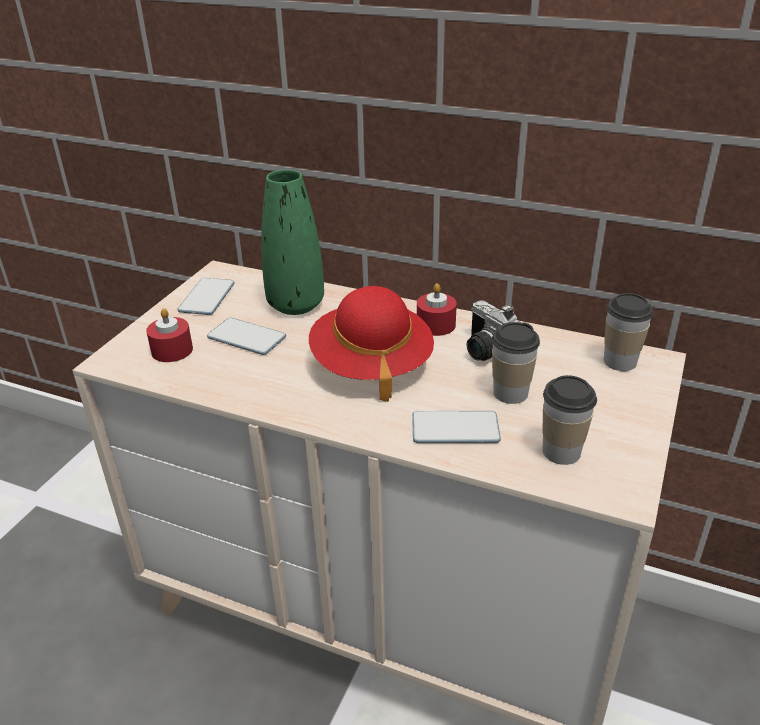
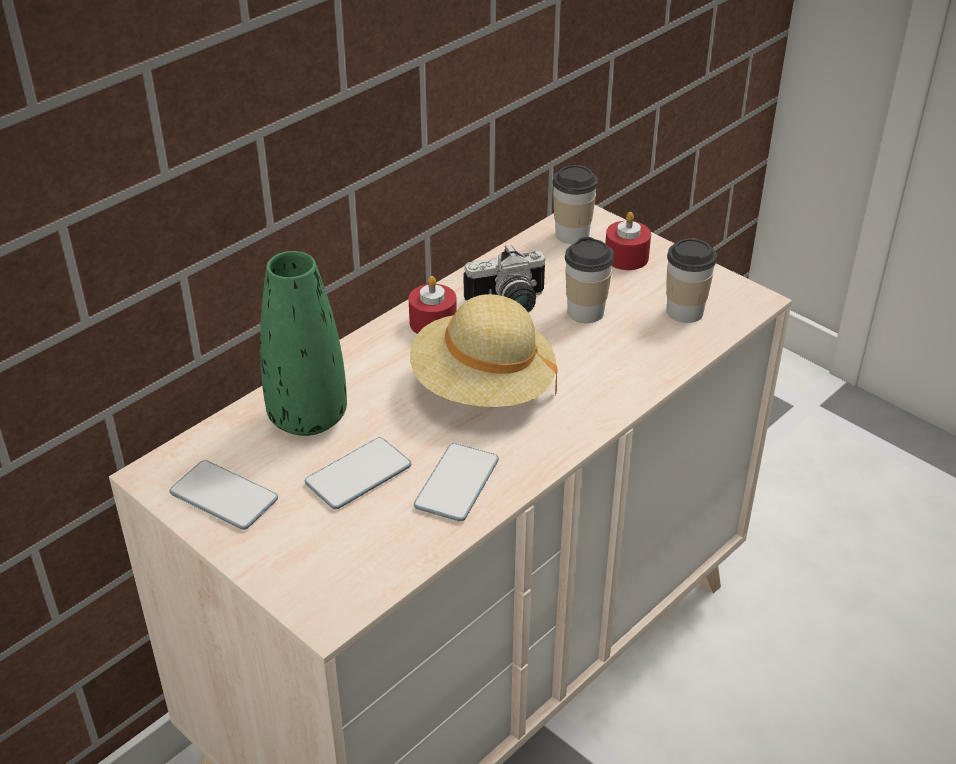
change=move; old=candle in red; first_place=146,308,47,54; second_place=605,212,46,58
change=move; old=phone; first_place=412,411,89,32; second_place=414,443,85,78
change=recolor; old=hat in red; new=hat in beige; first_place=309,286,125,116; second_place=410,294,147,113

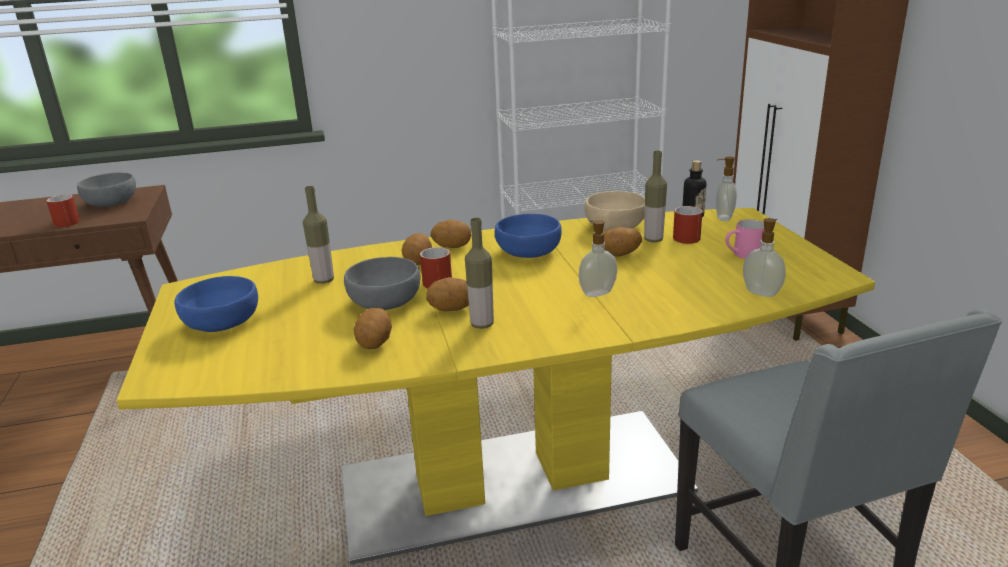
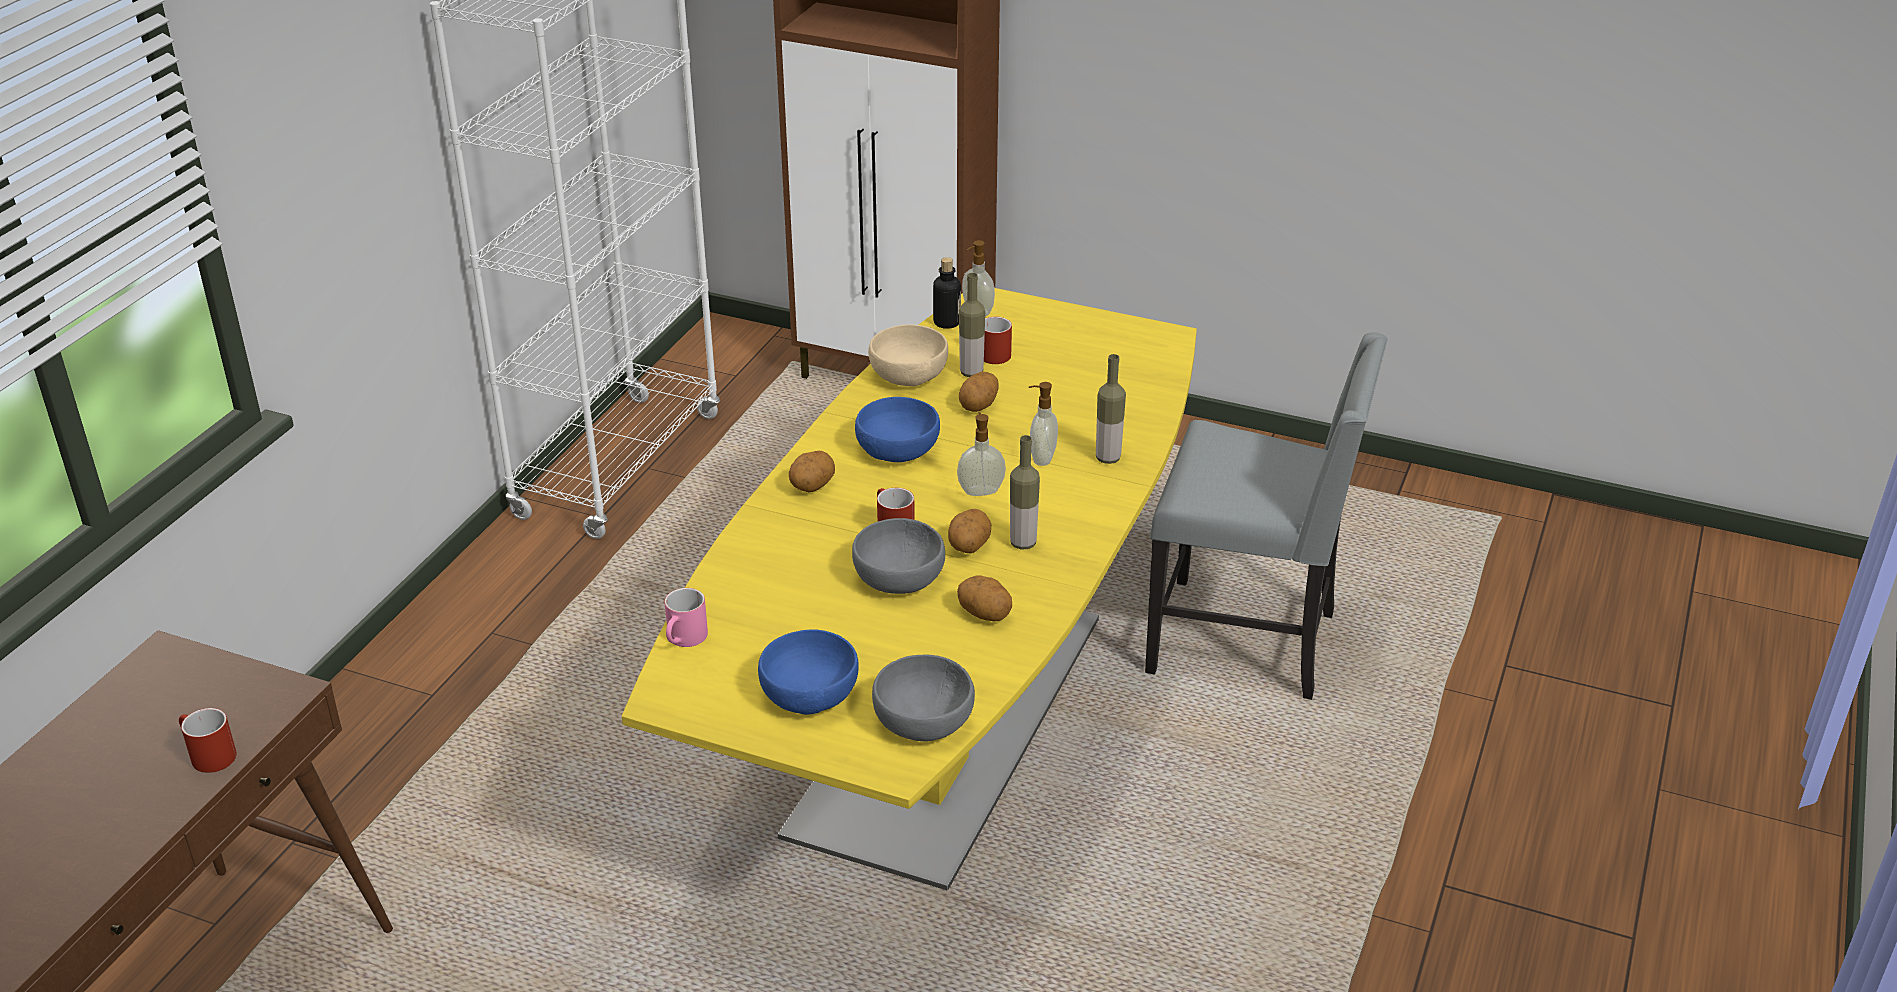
change=delete; old=potato; first_place=402,233,30,32
change=move; old=bowl in grey; first_place=77,173,59,34; second_place=872,655,103,87
change=move; old=bottle; first_place=303,186,31,98; second_place=1096,354,30,110
change=move; old=mug in pink; first_place=726,219,39,40; second_place=664,588,44,59
change=move; old=soap dispenser; first_place=743,218,43,79; second_place=957,412,49,84

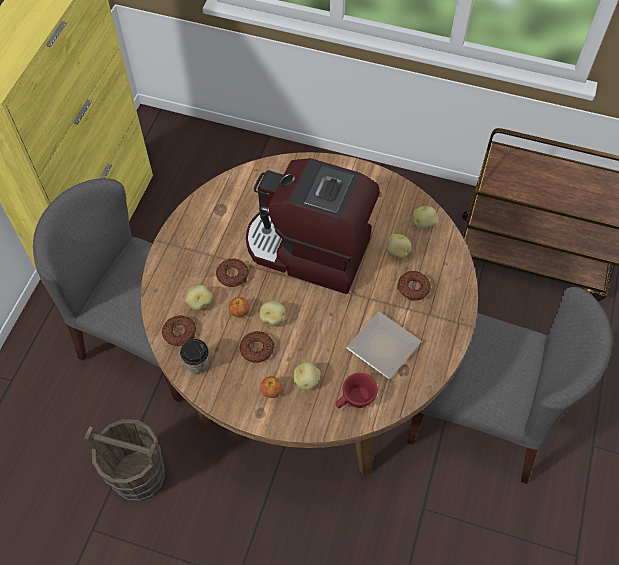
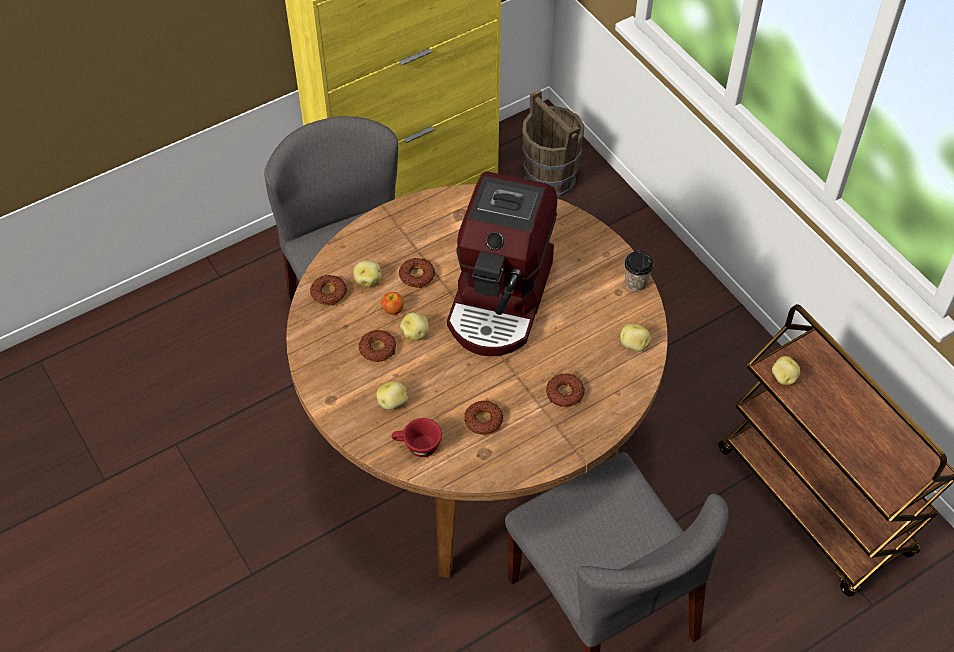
change=delete; old=apple; first_place=260,376,22,22
change=move; old=bucket in brown; first_place=84,419,81,82; second_place=522,90,62,107
change=move; old=cup; first_place=180,339,29,35; second_place=624,251,30,40
change=move; old=potato; first_place=386,234,26,24; second_place=772,356,28,29
change=replace; old=plate; new=donut; first_place=346,311,75,68; second_place=464,401,40,34
change=rotate; old=coffee machine; first_place=246,158,134,136; second_place=447,171,110,185; degrees=-135

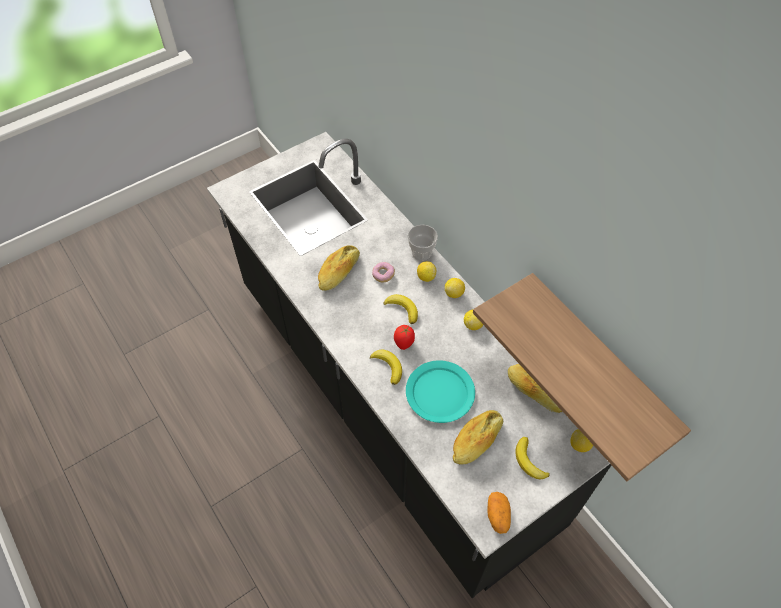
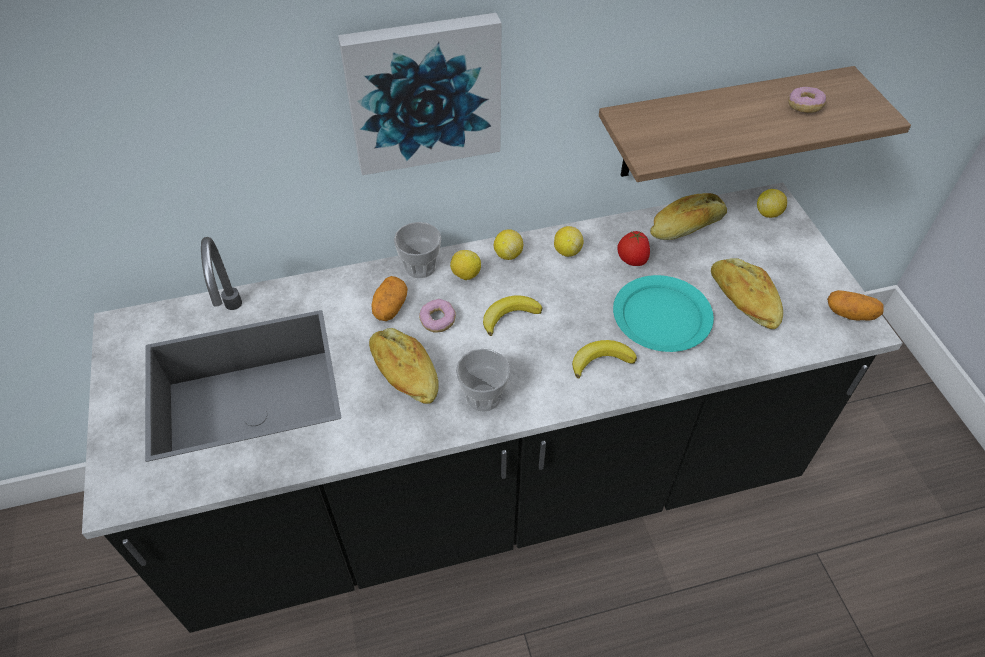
change=delete; old=banana; first_place=515,437,35,43
change=insert; new=picture; second_place=338,13,164,162
change=insert; new=potato; second_place=371,276,37,45
change=insert; new=cup; second_place=456,349,54,63
change=insert; new=donut; second_place=788,87,38,26
change=move; old=tomato; first_place=394,325,21,25; second_place=617,231,33,35

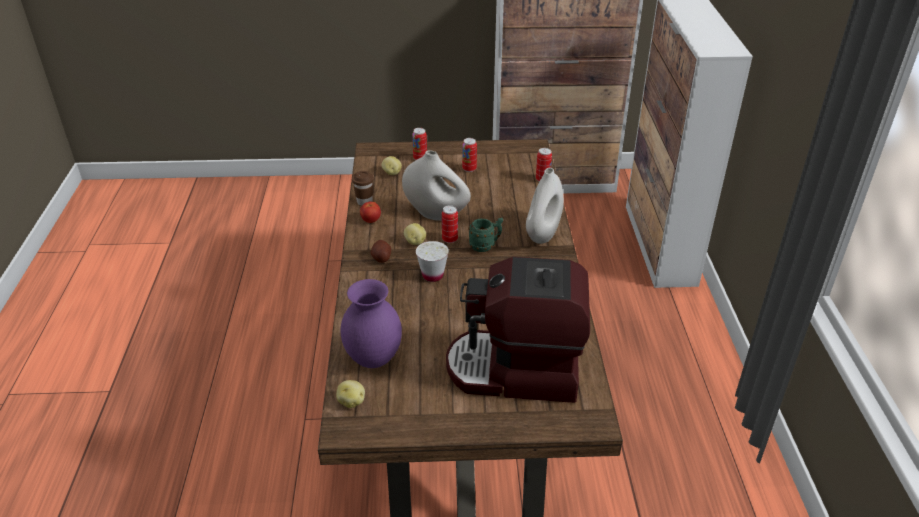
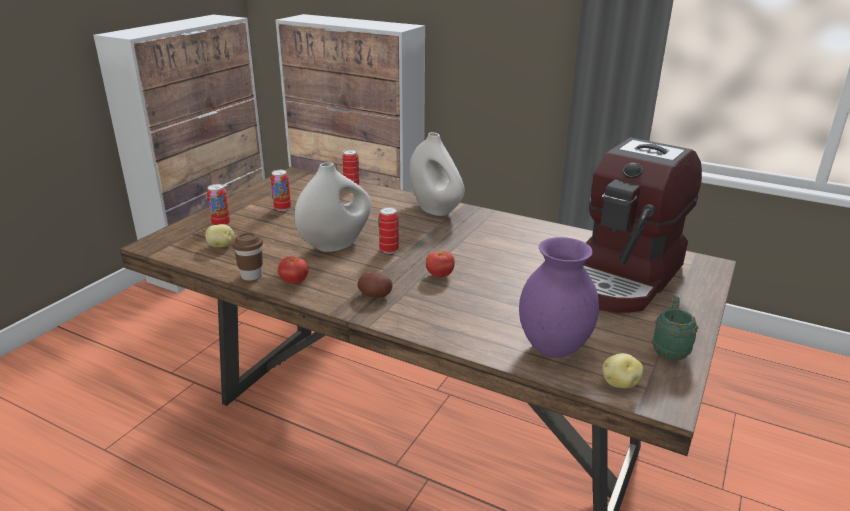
change=delete; old=potato; first_place=404,223,22,22
change=move; old=mug in green; first_place=468,217,35,35; second_place=652,296,46,64
change=replace; old=cup in white; new=tomato; first_place=416,241,33,41; second_place=426,251,29,26

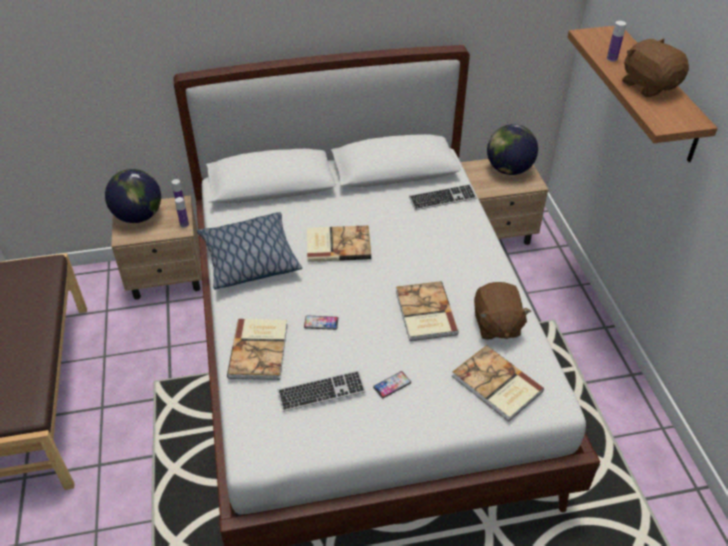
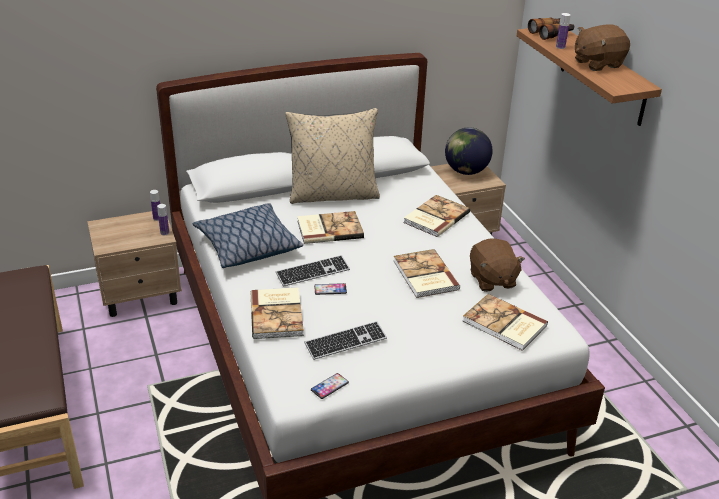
change=delete; old=globe; first_place=105,169,56,54
change=insert; new=pillow in beige; second_place=285,108,95,96
change=insert; new=book; second_place=403,195,67,42
change=insert; new=binoculars; second_place=528,17,46,23
change=move; old=phone; first_place=373,371,38,27; second_place=311,373,38,26
change=move; old=keyboard; first_place=409,184,68,26; second_place=276,255,74,32
change=rotate; old=plush toy in brown; first_place=622,39,67,58; second_place=575,24,55,47; degrees=-75

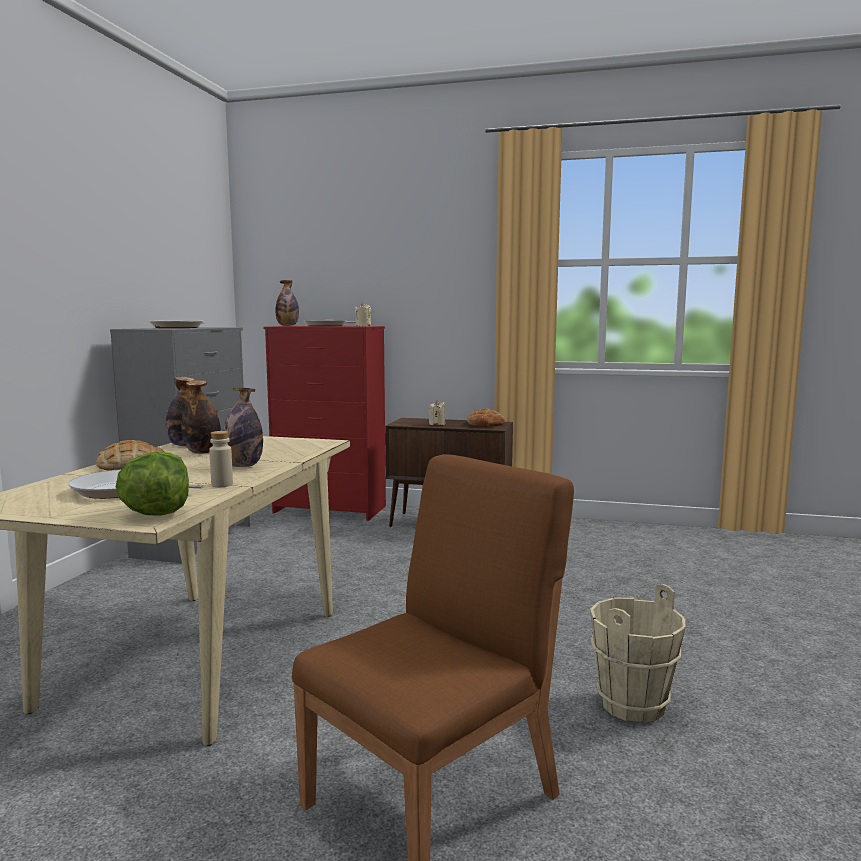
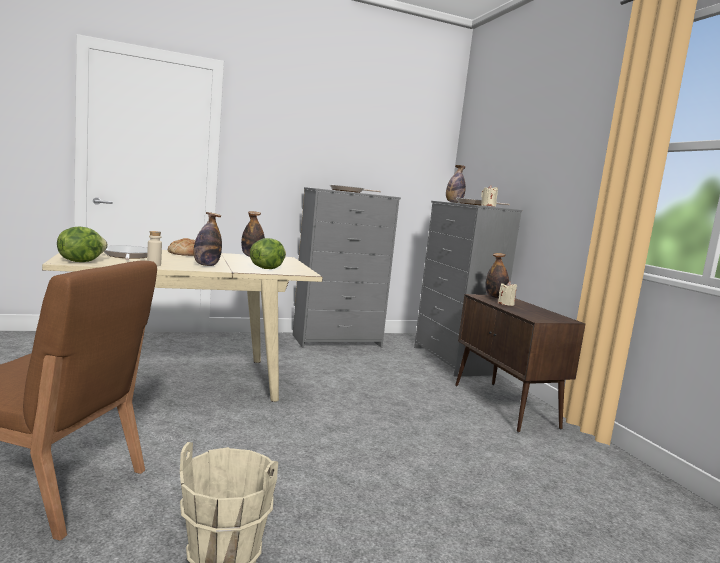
change=delete; old=bread; first_place=467,408,38,19
change=insert; new=lettuce; second_place=250,238,36,31
change=move; old=bottle; first_place=181,380,40,74; second_place=485,253,24,45
change=recolor; old=dresser in red; new=dresser in grey; first_place=263,326,123,195; second_place=414,201,108,176

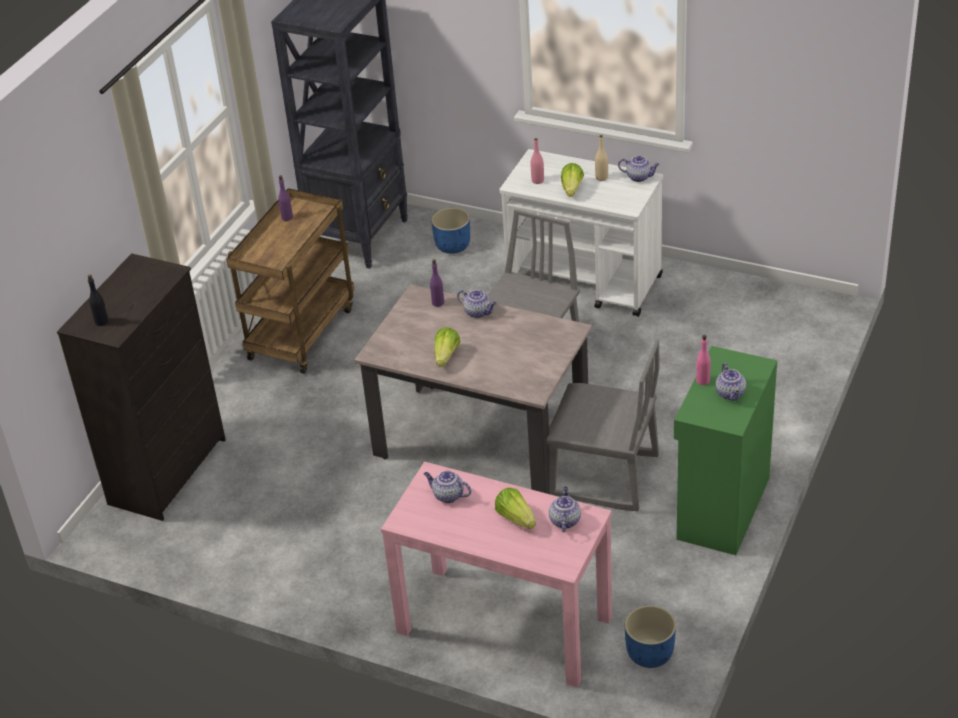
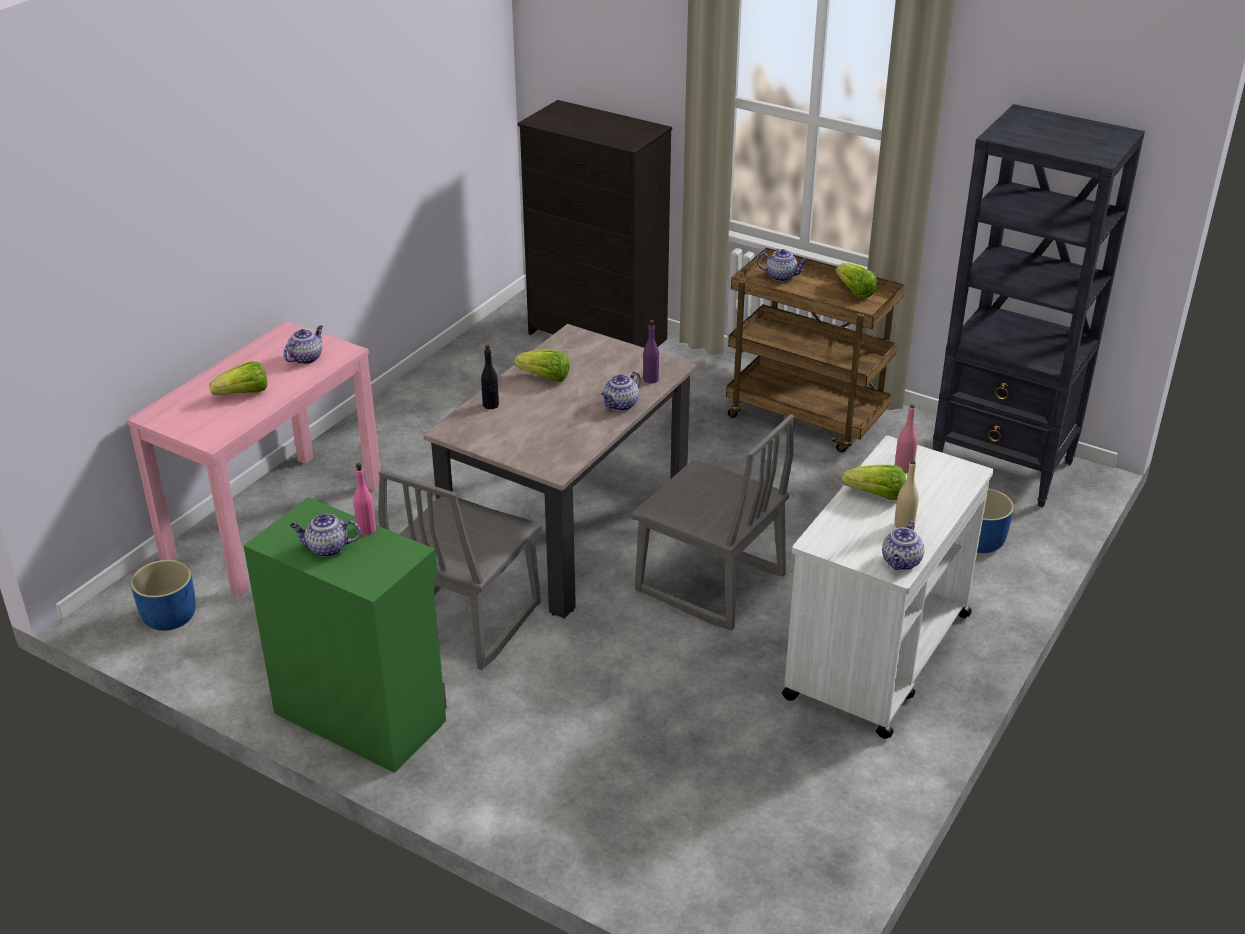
change=move; old=bottle in black; first_place=88,275,20,51; second_place=481,344,18,65
change=move; old=teapot; first_place=549,486,32,46; second_place=757,249,51,32
change=replace; old=bottle in purple; new=lettuce; first_place=278,176,15,45; second_place=835,263,42,36

